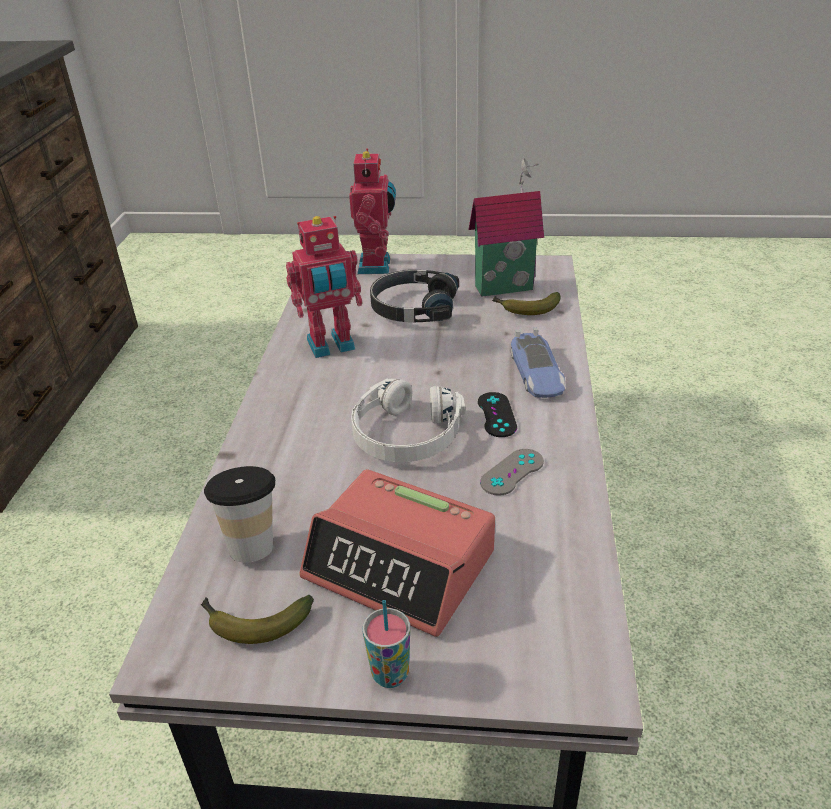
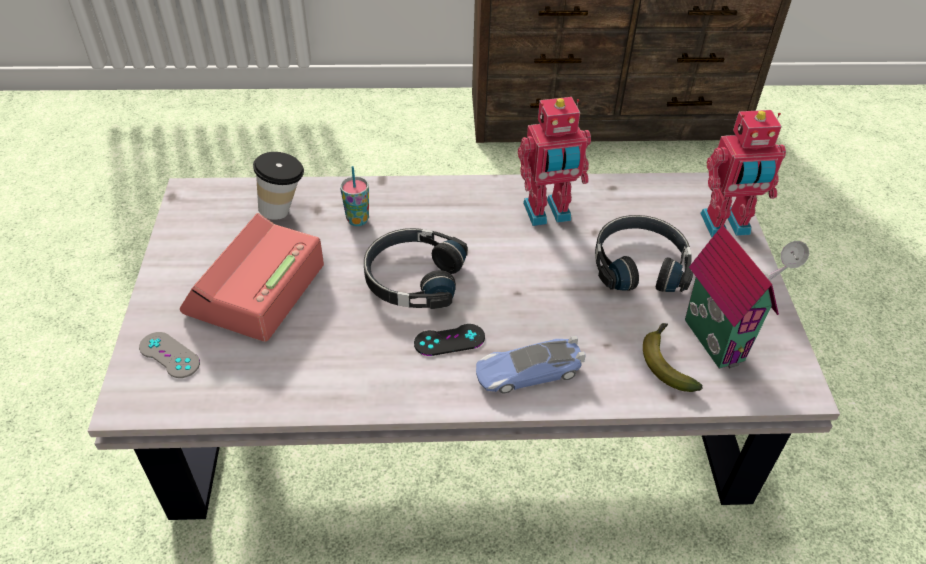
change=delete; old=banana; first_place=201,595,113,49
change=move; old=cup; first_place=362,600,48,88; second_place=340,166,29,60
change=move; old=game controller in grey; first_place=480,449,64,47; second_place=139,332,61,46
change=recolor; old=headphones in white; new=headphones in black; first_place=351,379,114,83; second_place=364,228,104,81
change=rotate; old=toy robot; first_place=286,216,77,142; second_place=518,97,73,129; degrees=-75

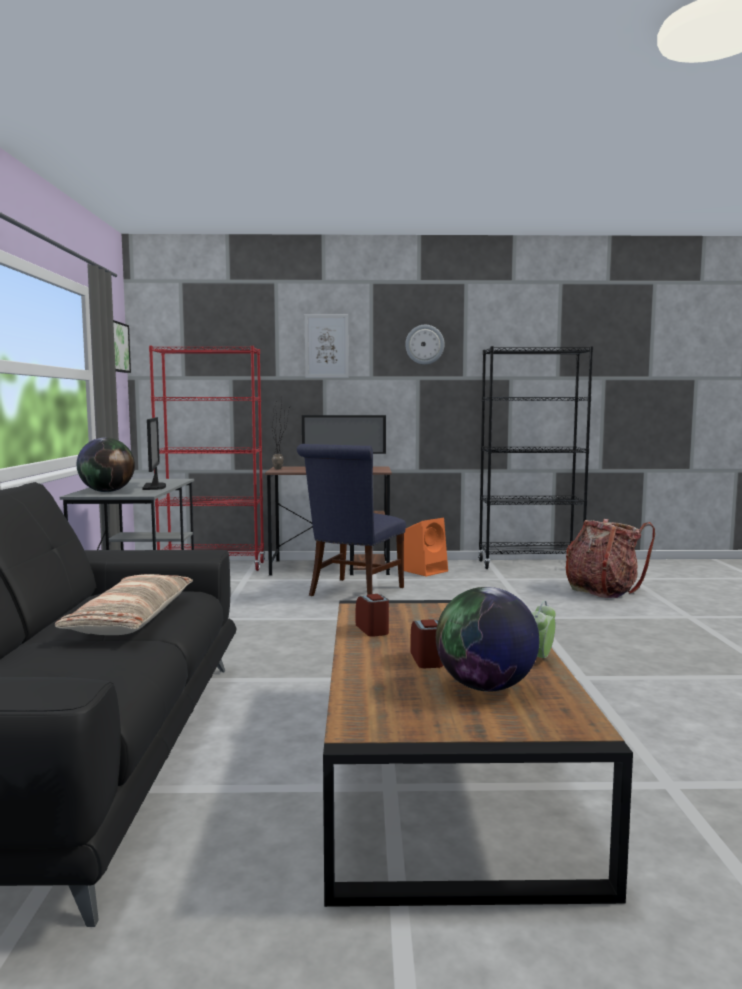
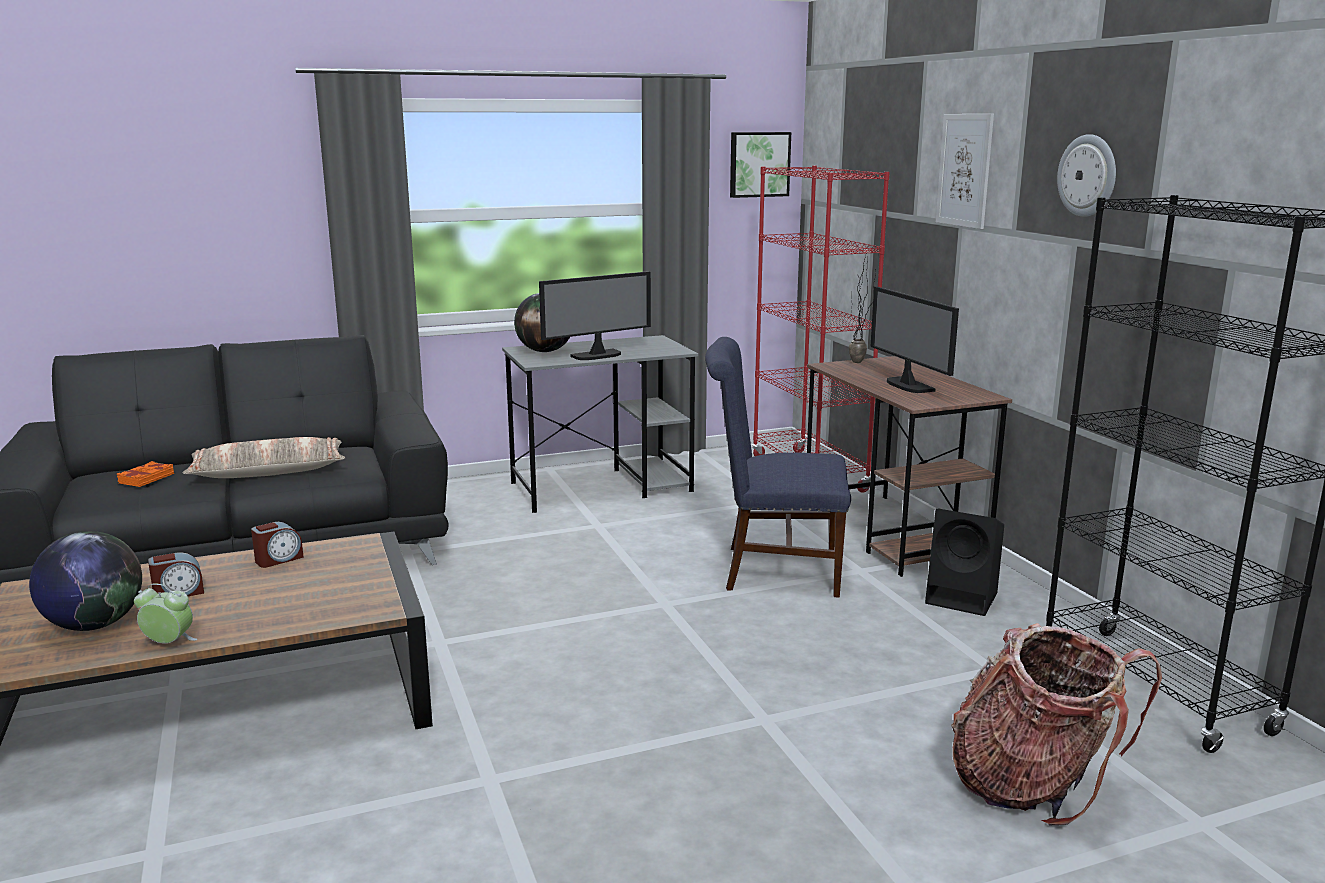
change=insert; new=book in orange; second_place=117,461,57,26
change=recolor; old=speaker in orange; new=speaker in black; first_place=404,518,44,59; second_place=925,509,79,107

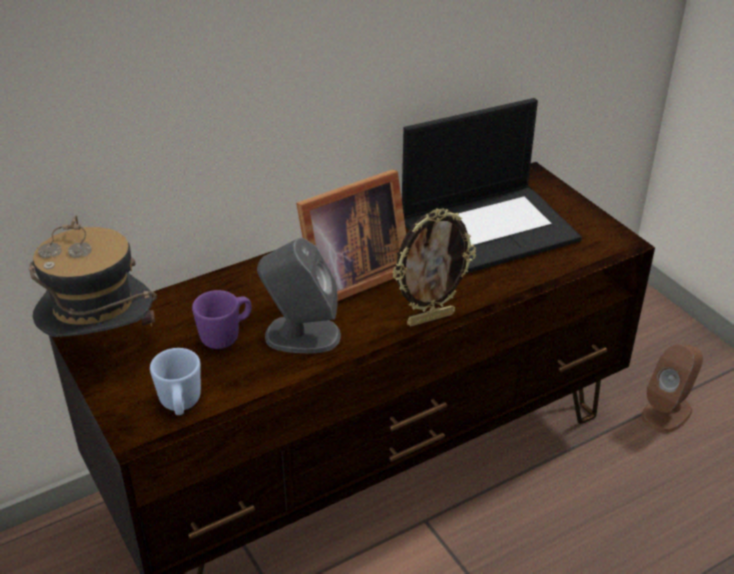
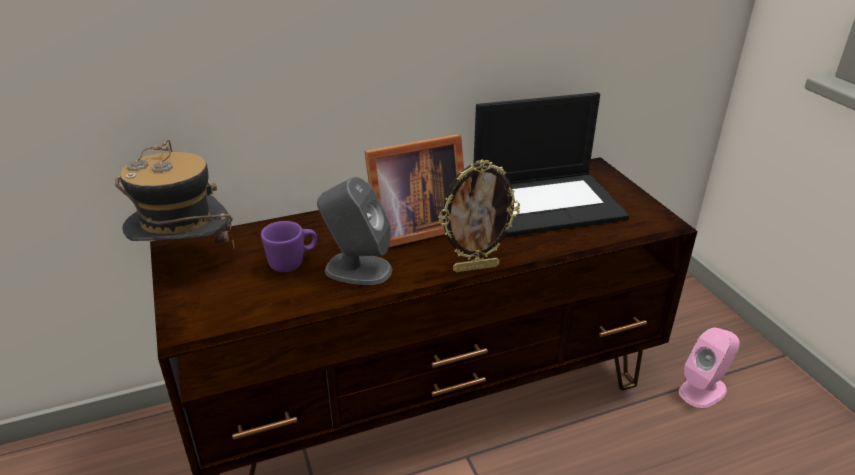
change=delete; old=mug in blue; first_place=150,348,51,67
change=recolor; old=speaker in brown; new=speaker in pink; first_place=642,344,61,89; second_place=679,328,61,80

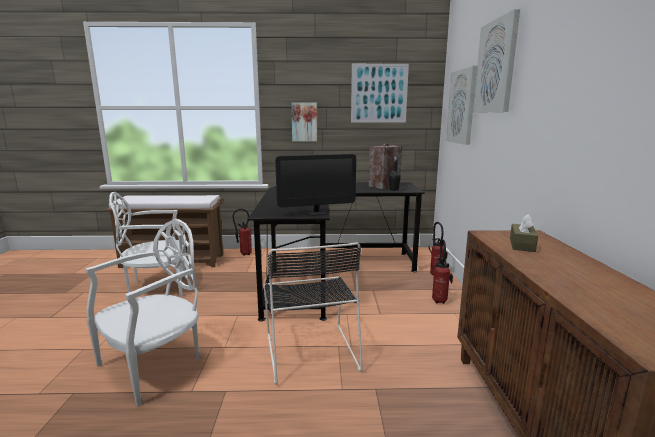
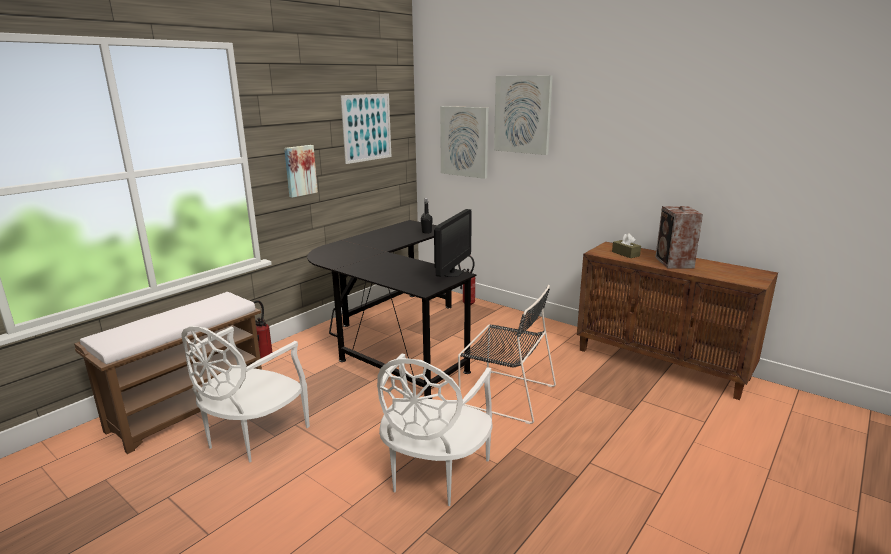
change=delete; old=fire extinguisher; first_place=432,239,21,65
change=move; old=speaker; first_place=369,144,33,45; second_place=655,206,48,63
change=rotate; old=chair in white; first_place=85,219,114,187; second_place=377,353,115,153; degrees=-150

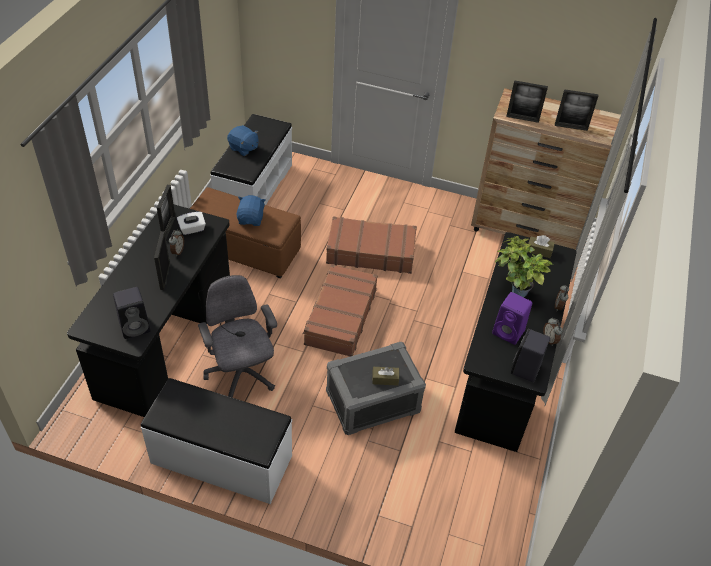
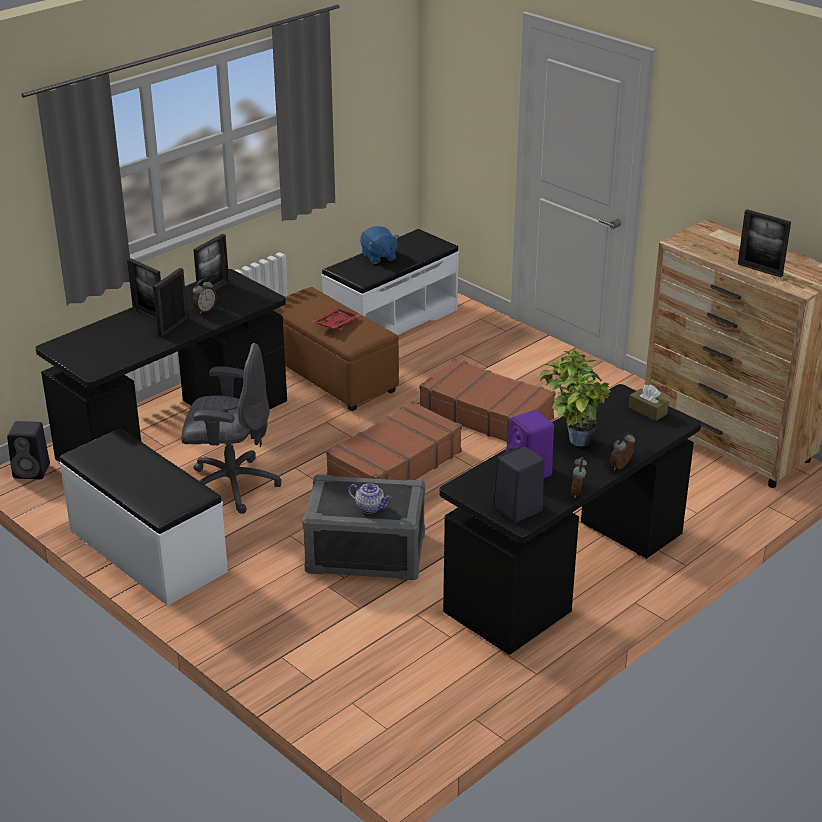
change=delete; old=tissue box in white; first_place=177,212,29,23
change=move; old=speaker in black; first_place=113,287,38,52; second_place=7,421,43,58
change=move; old=picture frame; first_place=506,80,42,43; second_place=127,258,34,61
change=replace; old=plush toy in blue; new=tray in red; first_place=237,195,29,31; second_place=313,308,46,21
change=replace; old=tissue box in brown; new=teapot; first_place=372,367,27,19; second_place=348,483,44,31
change=rotate; old=office chair in grey; first_place=198,275,79,123; second_place=182,343,99,171; degrees=90

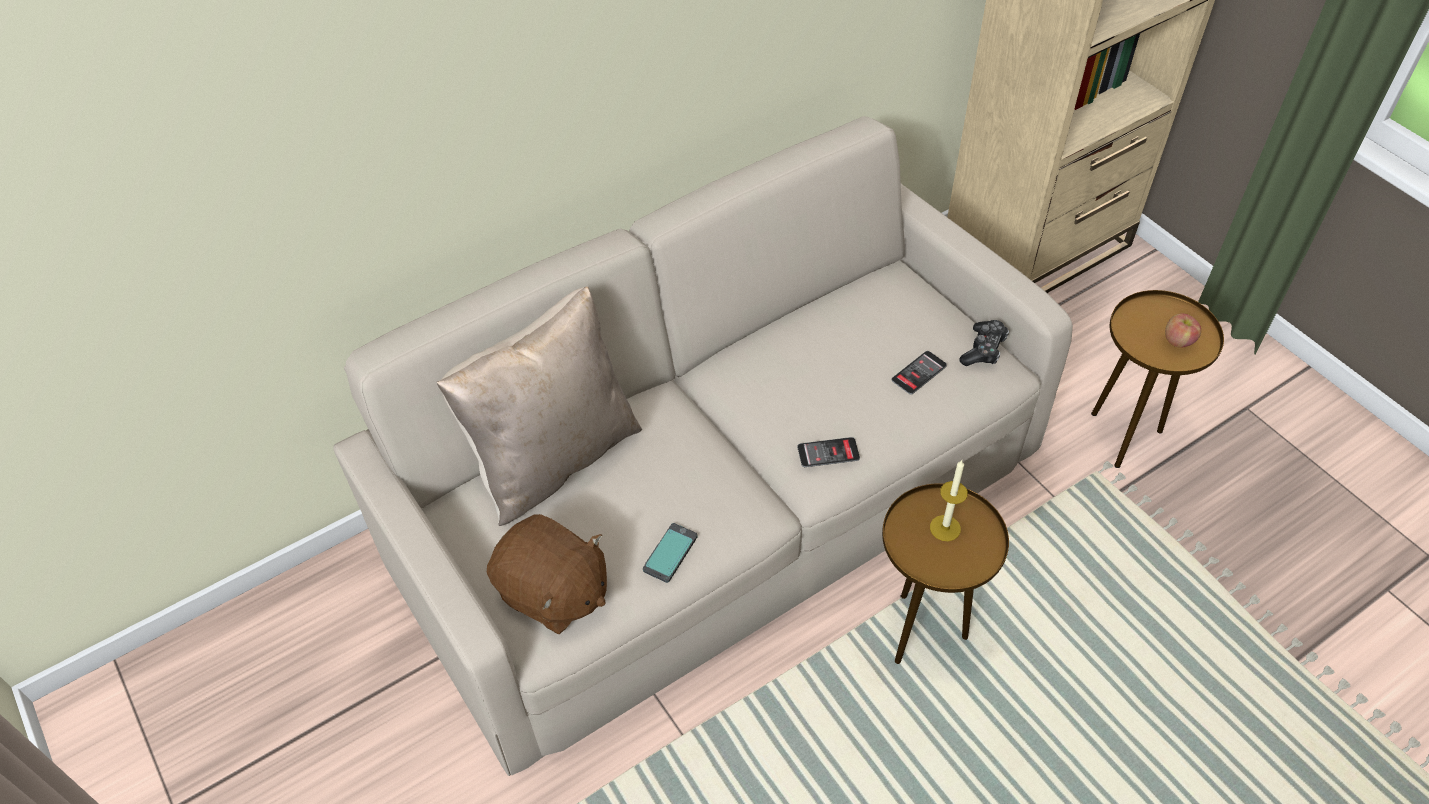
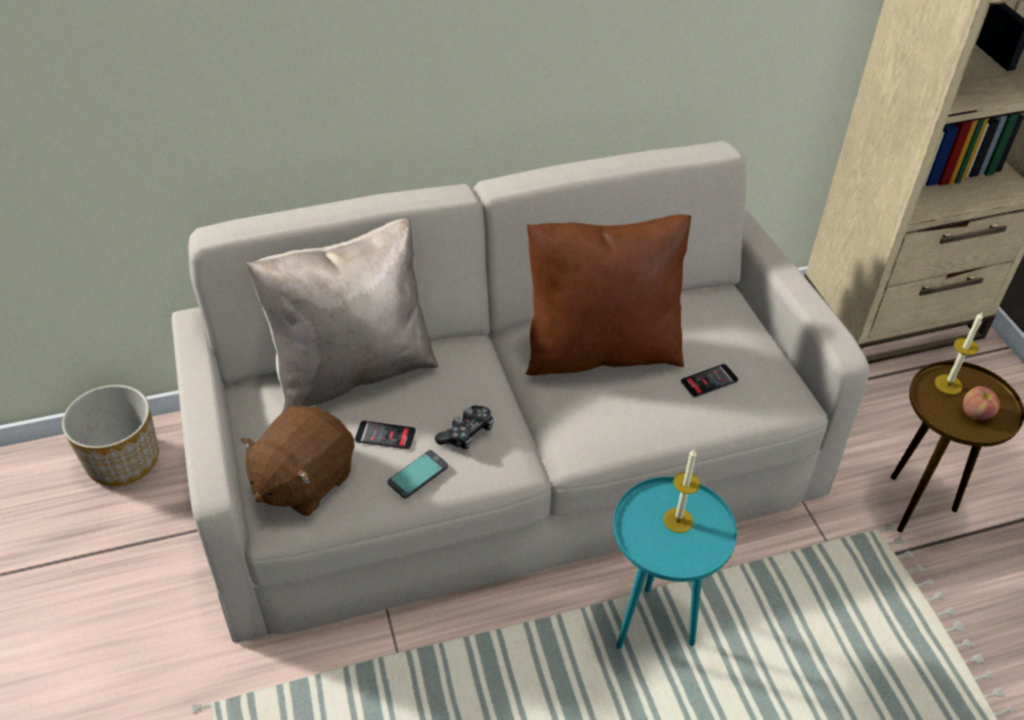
change=insert; new=planter; second_place=62,385,97,101
change=insert; new=pillow in brown; second_place=526,214,165,161
change=insert; new=candle; second_place=935,312,48,83
change=move; old=phone; first_place=797,437,63,30; second_place=355,421,61,28
change=move; old=game controller; first_place=959,320,50,46; second_place=435,406,59,44
change=recolor; old=side table in brown; new=side table in turquoise; first_place=882,483,127,181; second_place=613,477,124,172
change=rotate; old=plush toy in brown; first_place=487,514,120,120; second_place=240,405,115,111; degrees=75

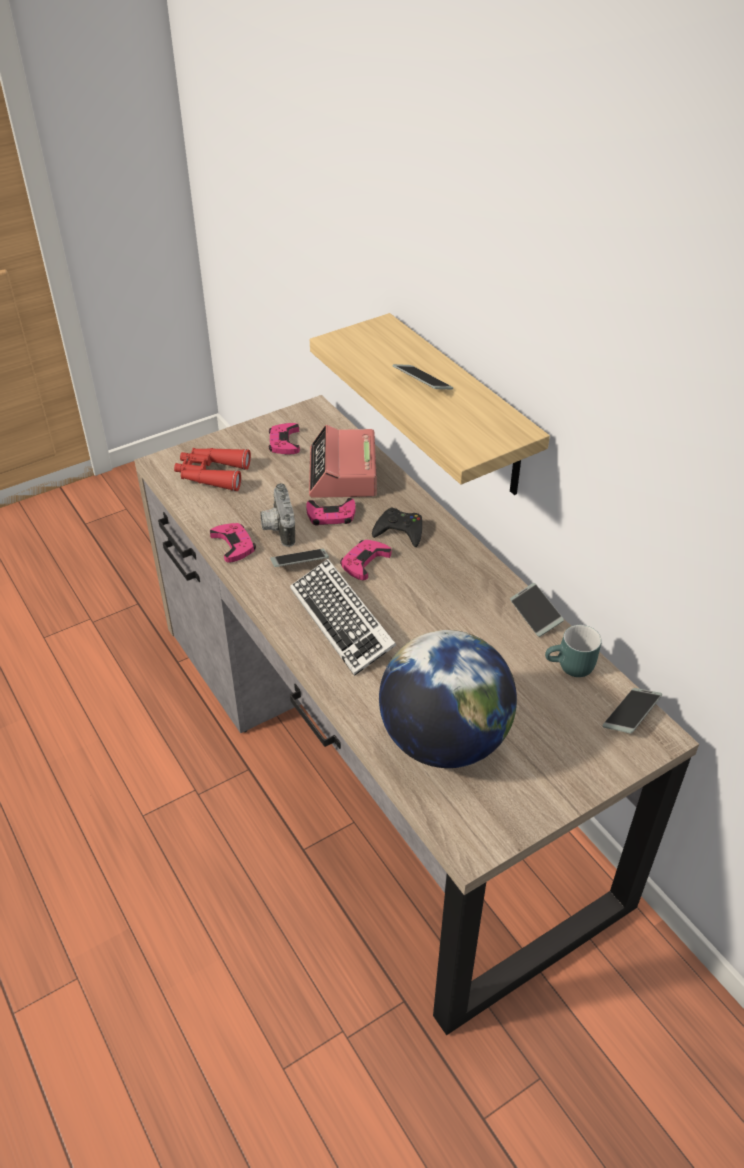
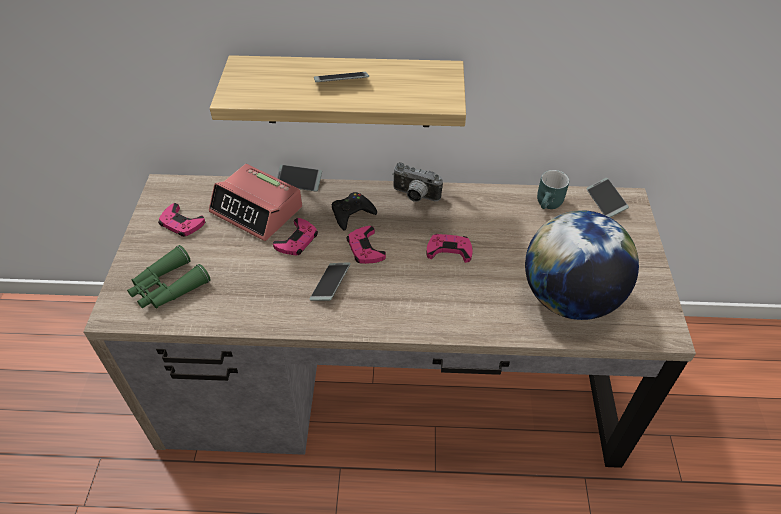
change=delete; old=keyboard; first_place=290,559,106,117
change=move; old=game controller in pink; first_place=210,523,46,40; second_place=427,234,46,29
change=move; old=photo camera; first_place=260,483,35,64; second_place=392,162,51,40
change=move; old=phone; first_place=510,583,54,54; second_place=277,165,45,26
change=recolor; old=binoculars in red; new=binoculars in green; first_place=174,448,77,43; second_place=127,245,84,64

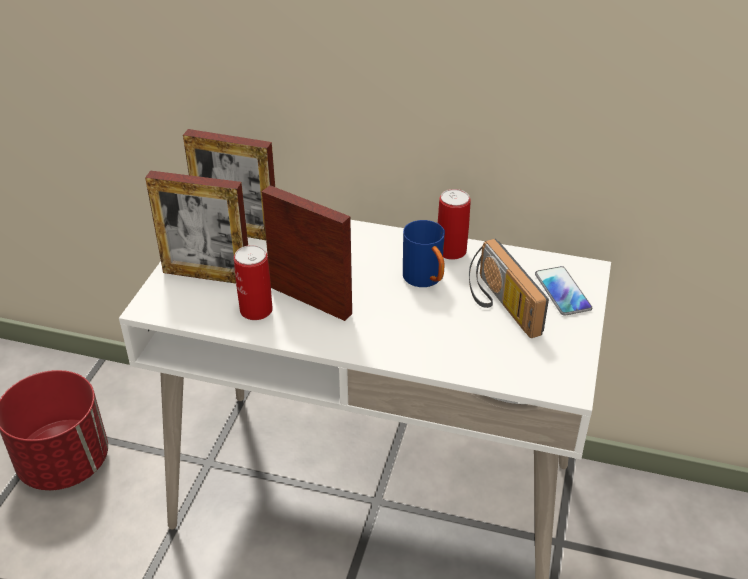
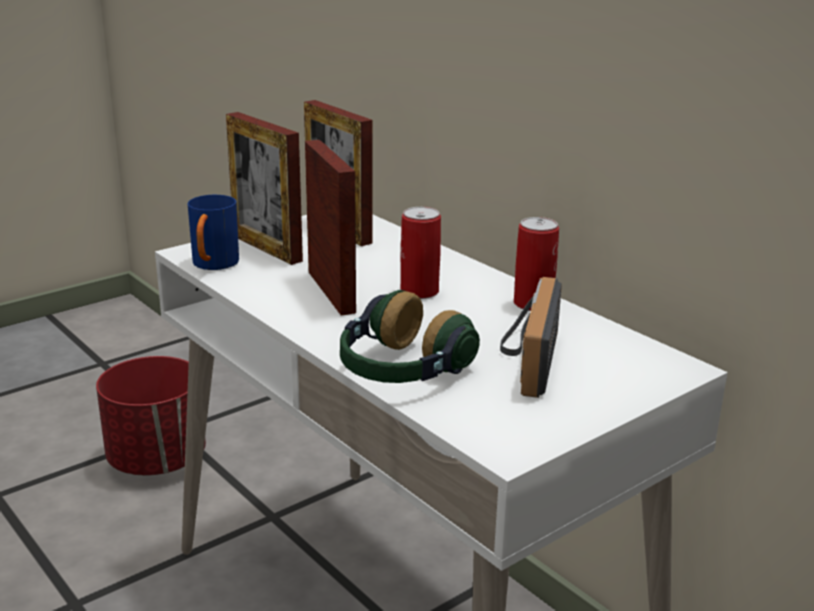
change=delete; old=phone; first_place=535,266,57,50
change=insert; new=headphones; second_place=340,290,140,93
change=move; old=can; first_place=234,245,39,75; second_place=401,207,40,92
change=move; old=mug in blue; first_place=403,220,42,67; second_place=187,195,52,75

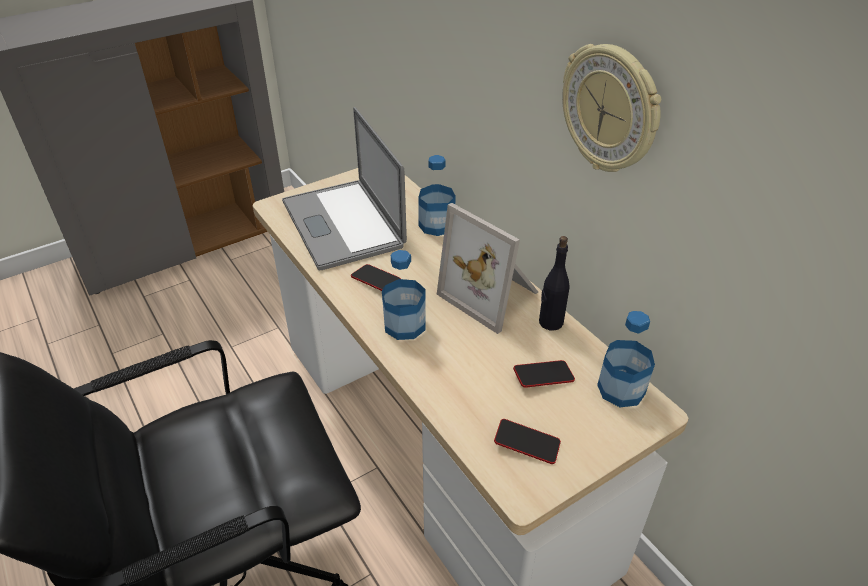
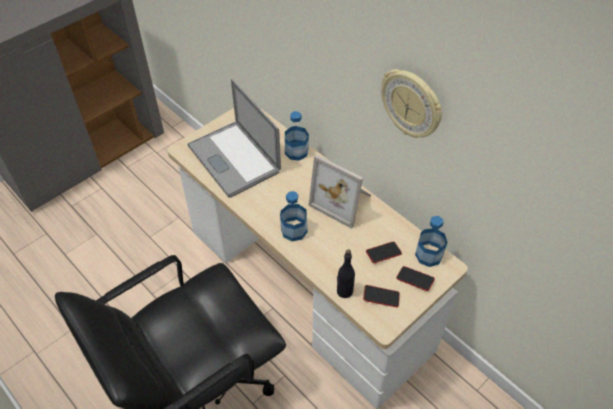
change=move; old=phone; first_place=351,264,50,27; second_place=396,266,39,25
change=move; old=bottle in black; first_place=539,236,30,95; second_place=337,249,18,49

